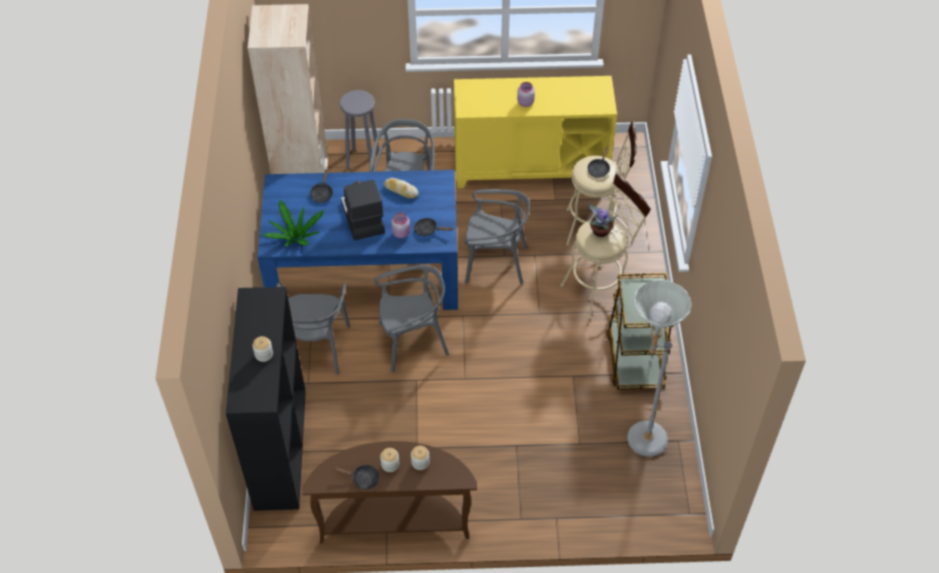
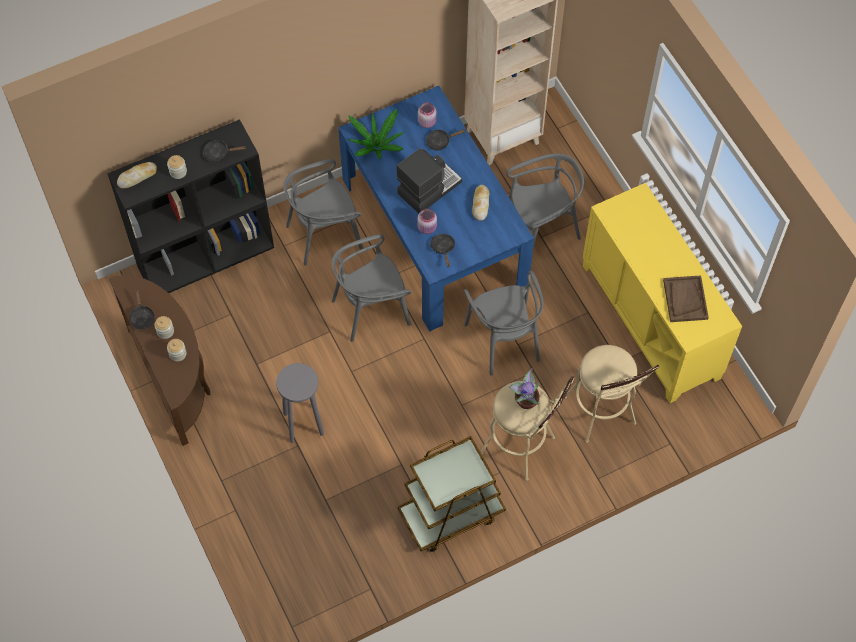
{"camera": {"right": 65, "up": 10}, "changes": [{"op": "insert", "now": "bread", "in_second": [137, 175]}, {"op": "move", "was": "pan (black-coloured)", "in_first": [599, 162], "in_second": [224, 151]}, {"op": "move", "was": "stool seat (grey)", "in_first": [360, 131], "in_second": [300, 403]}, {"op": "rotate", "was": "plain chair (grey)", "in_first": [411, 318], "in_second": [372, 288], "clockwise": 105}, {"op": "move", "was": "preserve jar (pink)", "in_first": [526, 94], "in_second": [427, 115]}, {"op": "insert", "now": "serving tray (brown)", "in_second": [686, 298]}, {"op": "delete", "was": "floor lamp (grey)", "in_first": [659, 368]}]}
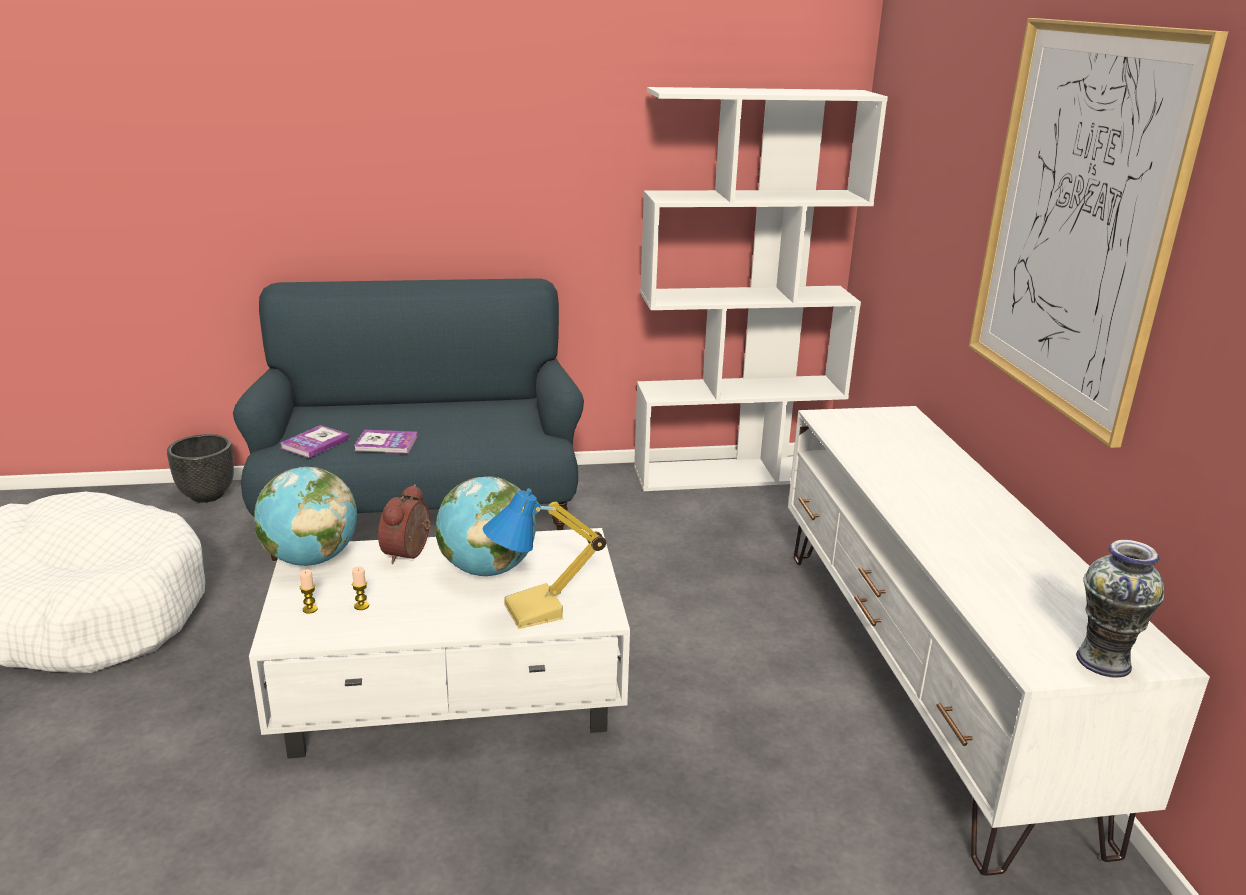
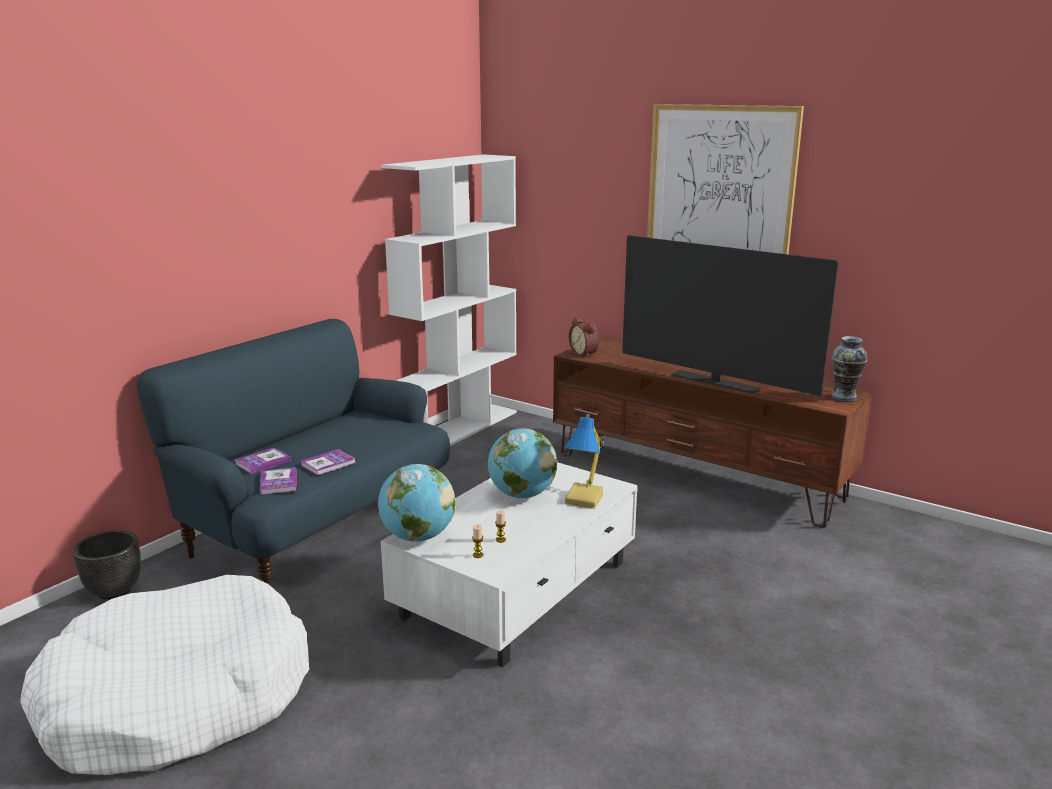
{"camera": {"right": -45, "up": -5}, "changes": [{"op": "insert", "now": "bound book", "in_second": [263, 461]}, {"op": "recolor", "was": "tv unit (white)", "now": "tv unit (brown)", "in_first": [999, 641], "in_second": [713, 433]}, {"op": "move", "was": "table clock", "in_first": [404, 524], "in_second": [584, 337]}, {"op": "insert", "now": "television", "in_second": [730, 315]}]}
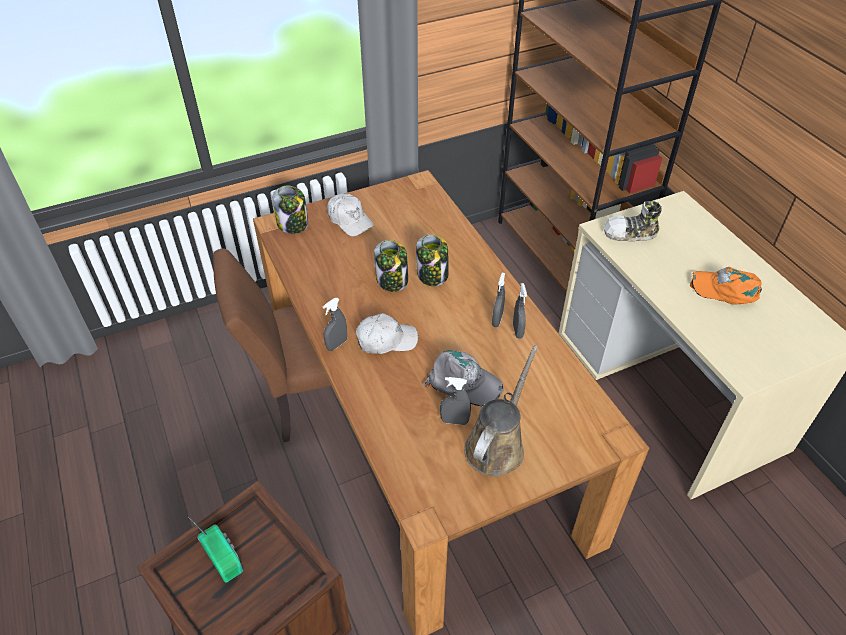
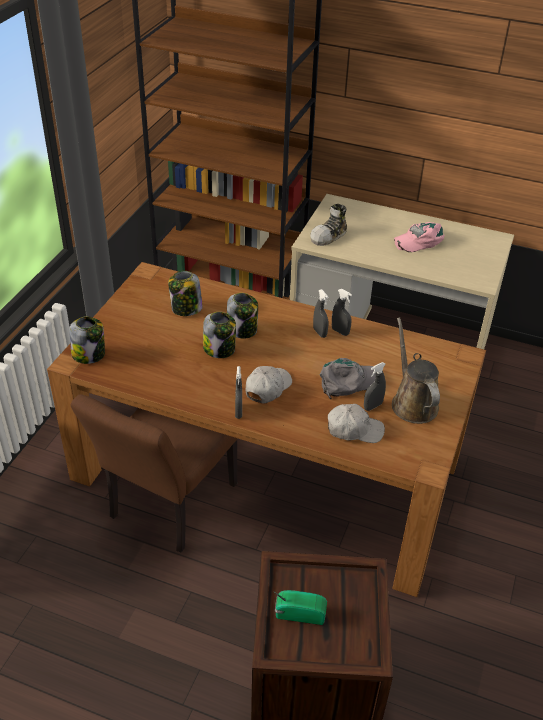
{"camera": {"right": -45, "up": -5}, "changes": [{"op": "insert", "now": "preserve jar", "in_second": [185, 293]}, {"op": "move", "was": "peaked cap (white)", "in_first": [350, 215], "in_second": [356, 423]}, {"op": "recolor", "was": "peaked cap (orangey)", "now": "peaked cap (pink)", "in_first": [726, 285], "in_second": [419, 237]}]}
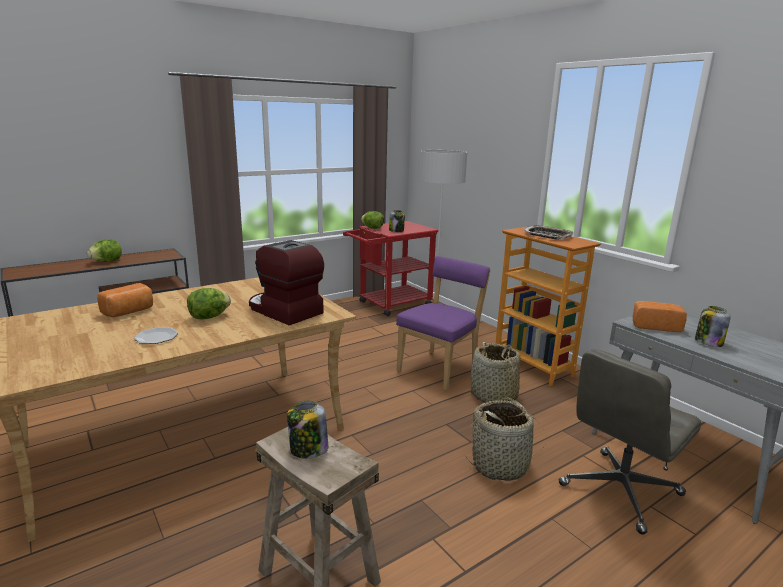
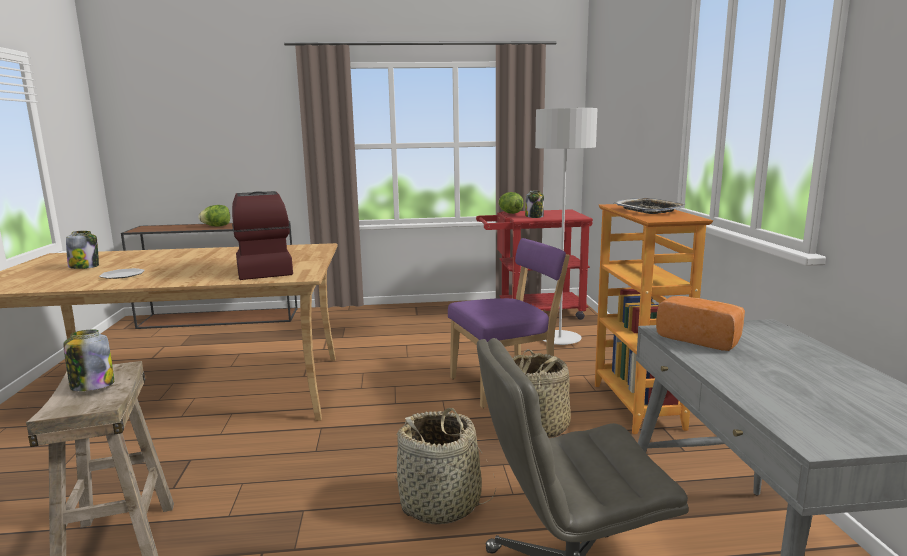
{"camera": {"right": 30, "up": -5}, "changes": [{"op": "move", "was": "preserve jar", "in_first": [713, 326], "in_second": [82, 250]}, {"op": "delete", "was": "bread", "in_first": [125, 300]}, {"op": "delete", "was": "lettuce", "in_first": [209, 304]}]}
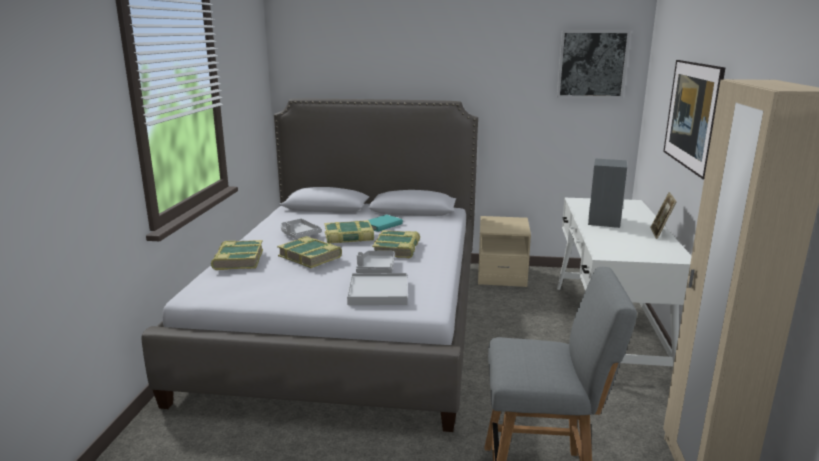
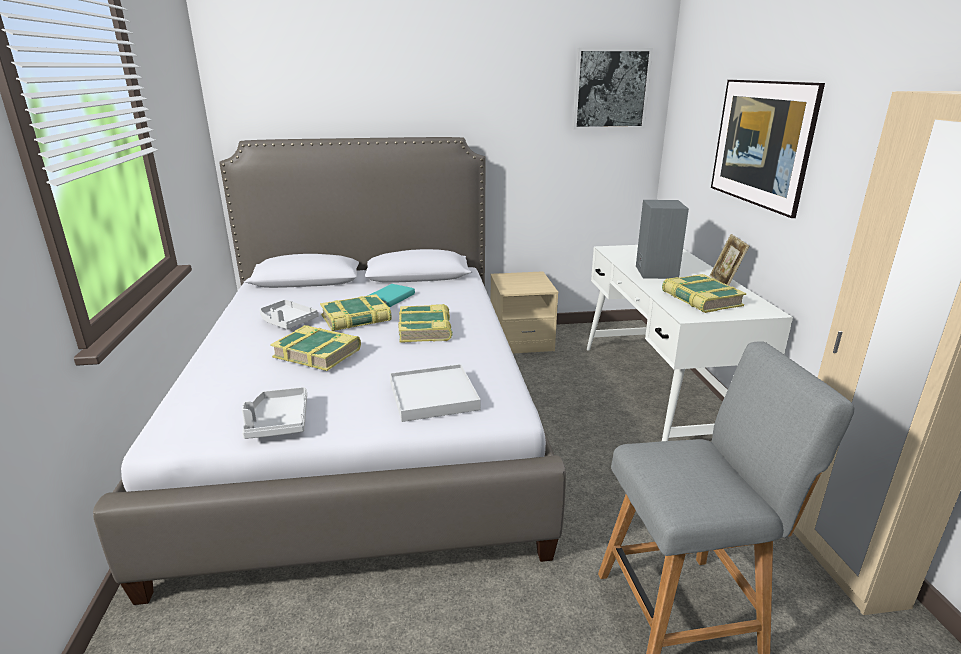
{"camera": {"right": -15, "up": 5}, "changes": [{"op": "move", "was": "serving tray (grey)", "in_first": [375, 262], "in_second": [274, 413]}, {"op": "move", "was": "bound book", "in_first": [237, 255], "in_second": [704, 293]}]}
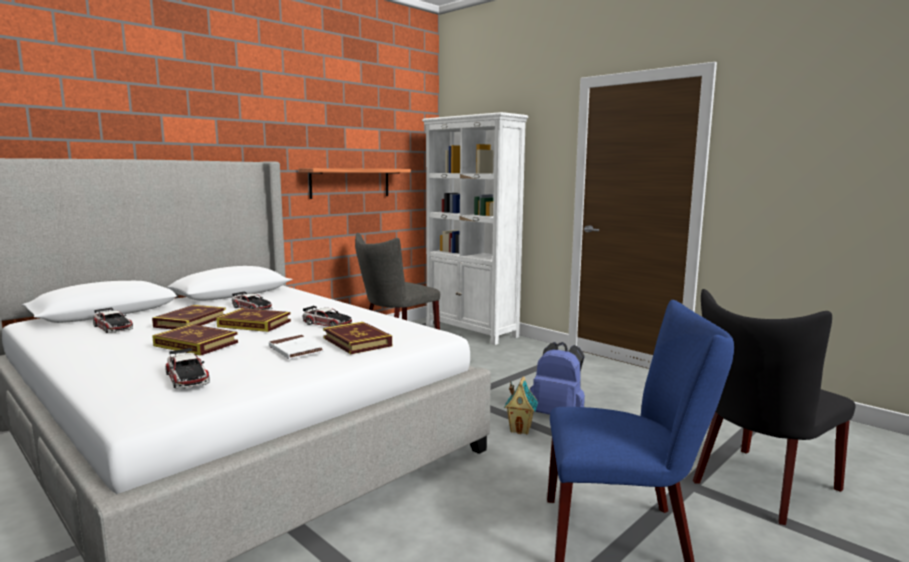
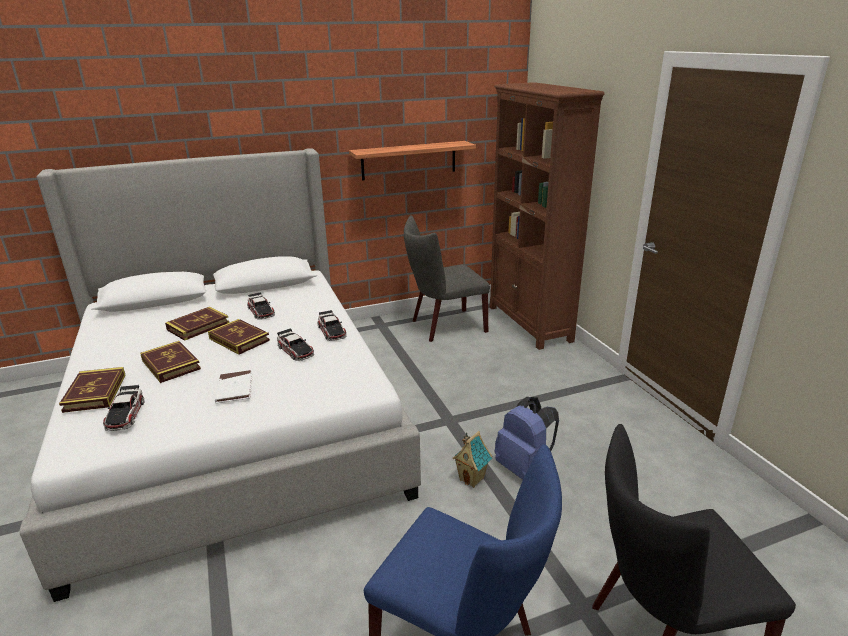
{"camera": {"right": 25, "up": 15}, "changes": [{"op": "move", "was": "bound book", "in_first": [357, 338], "in_second": [92, 390]}, {"op": "move", "was": "toy car", "in_first": [113, 320], "in_second": [332, 325]}, {"op": "recolor", "was": "bookcase (white)", "now": "bookcase (brown)", "in_first": [475, 228], "in_second": [547, 216]}]}
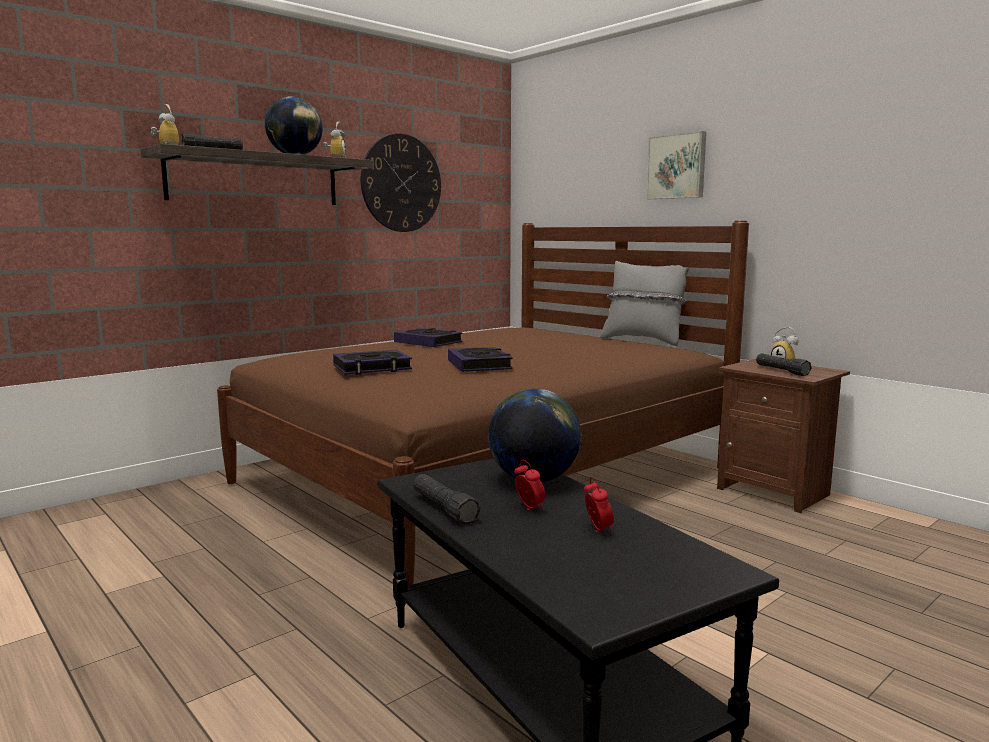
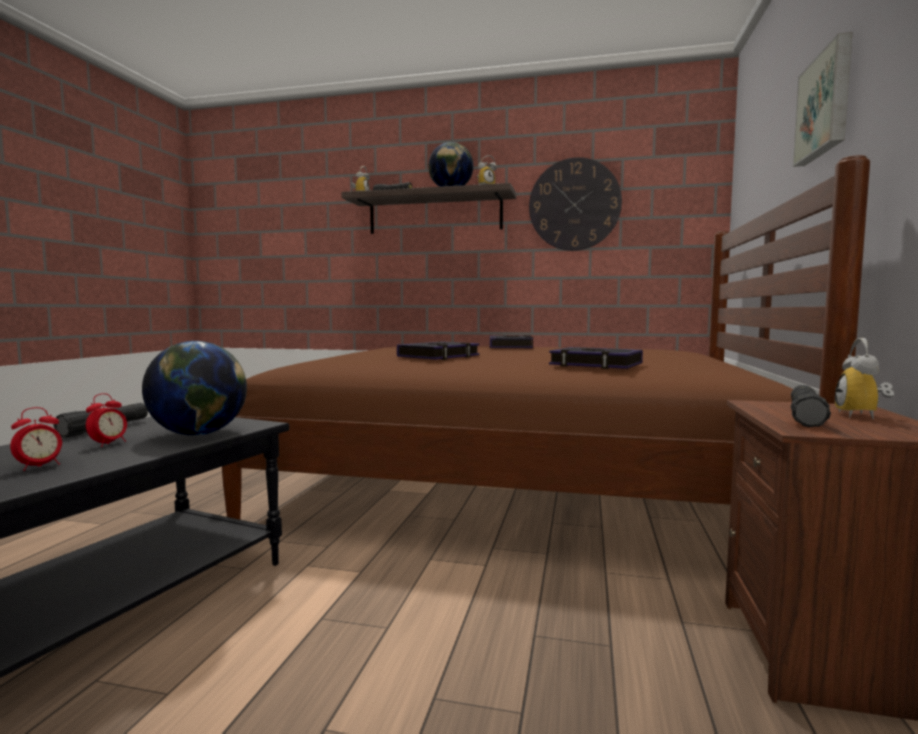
{"camera": {"right": 55, "up": -5}, "changes": [{"op": "move", "was": "bound book", "in_first": [372, 362], "in_second": [596, 358]}, {"op": "delete", "was": "cushion (grey)", "in_first": [645, 303]}]}
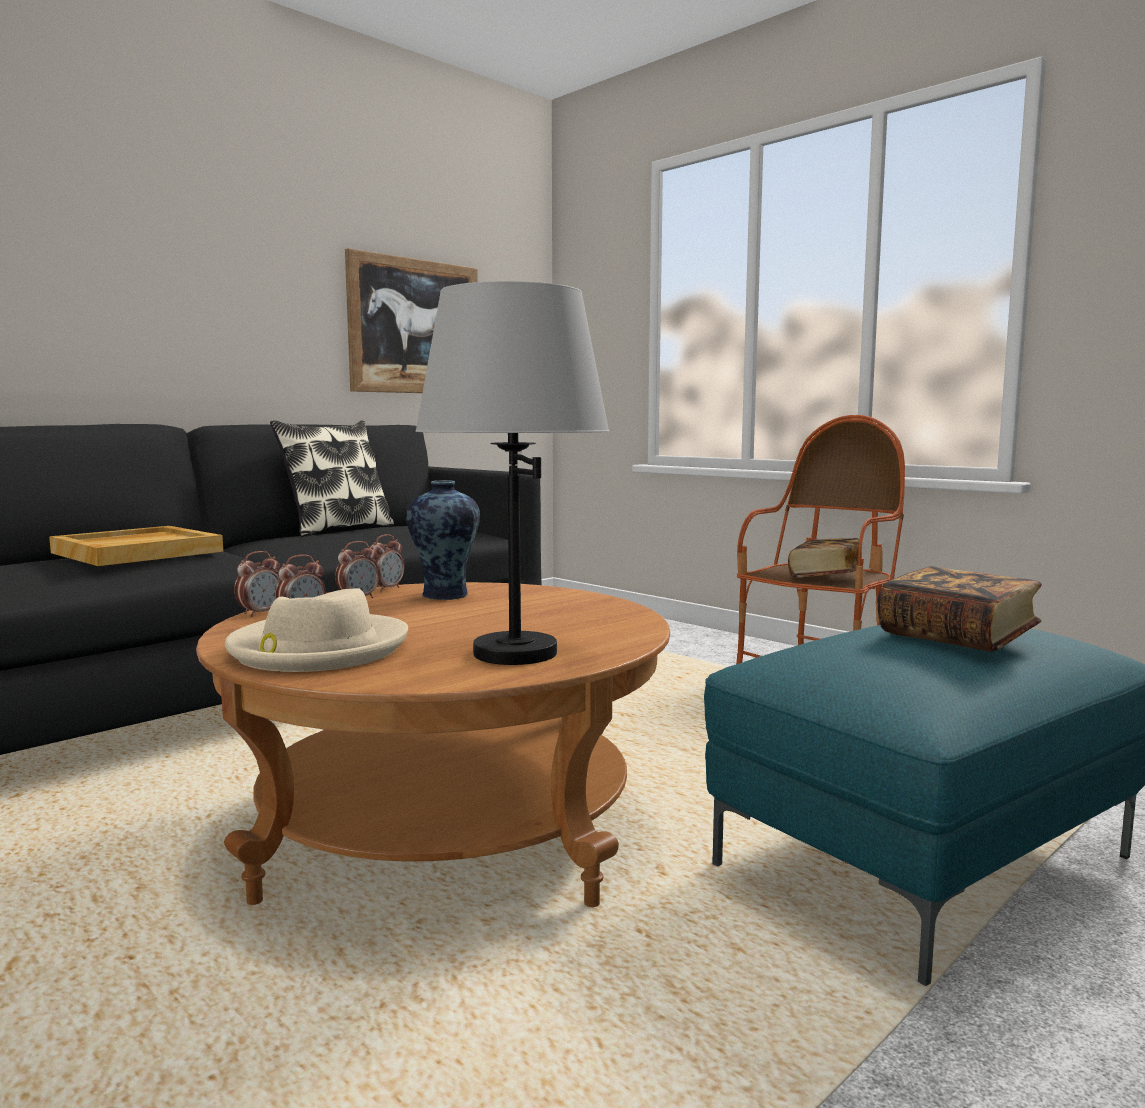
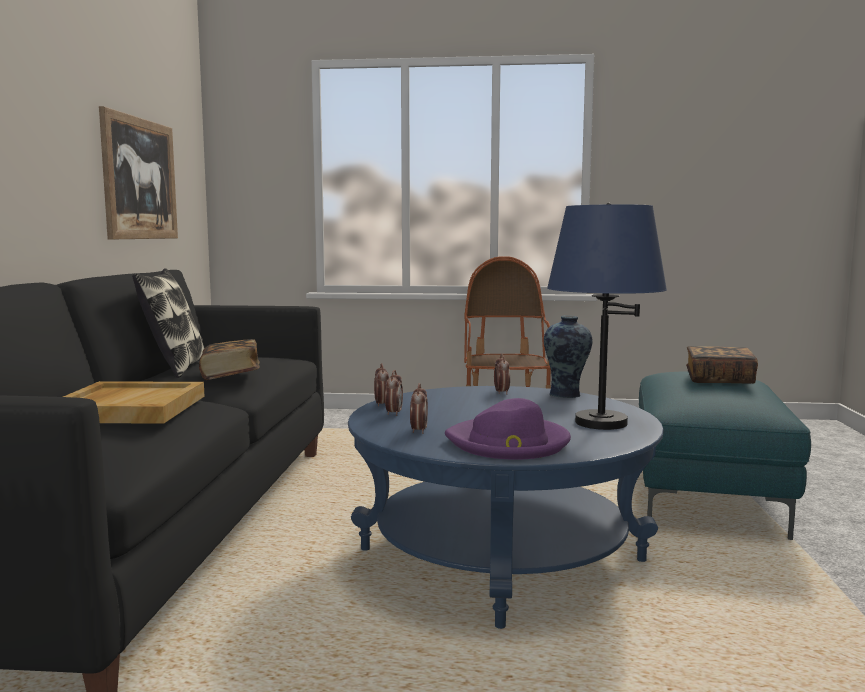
{"camera": {"right": -40, "up": 0}, "changes": [{"op": "move", "was": "bound book", "in_first": [823, 558], "in_second": [229, 359]}, {"op": "recolor", "was": "low table (brown)", "now": "low table (blue-coloured)", "in_first": [433, 744], "in_second": [506, 507]}, {"op": "recolor", "was": "clothing hat (beige-coloured)", "now": "clothing hat (purple-coloured)", "in_first": [316, 630], "in_second": [508, 429]}, {"op": "move", "was": "table clock", "in_first": [257, 584], "in_second": [502, 374]}, {"op": "move", "was": "flower vase", "in_first": [443, 540], "in_second": [568, 356]}, {"op": "recolor", "was": "tabletop lamp (grey)", "now": "tabletop lamp (blue-coloured)", "in_first": [512, 473], "in_second": [607, 316]}]}
